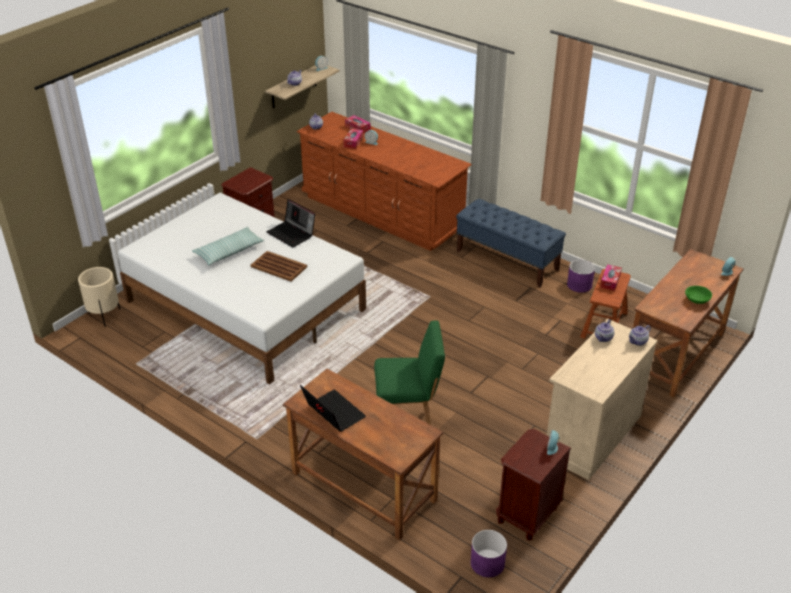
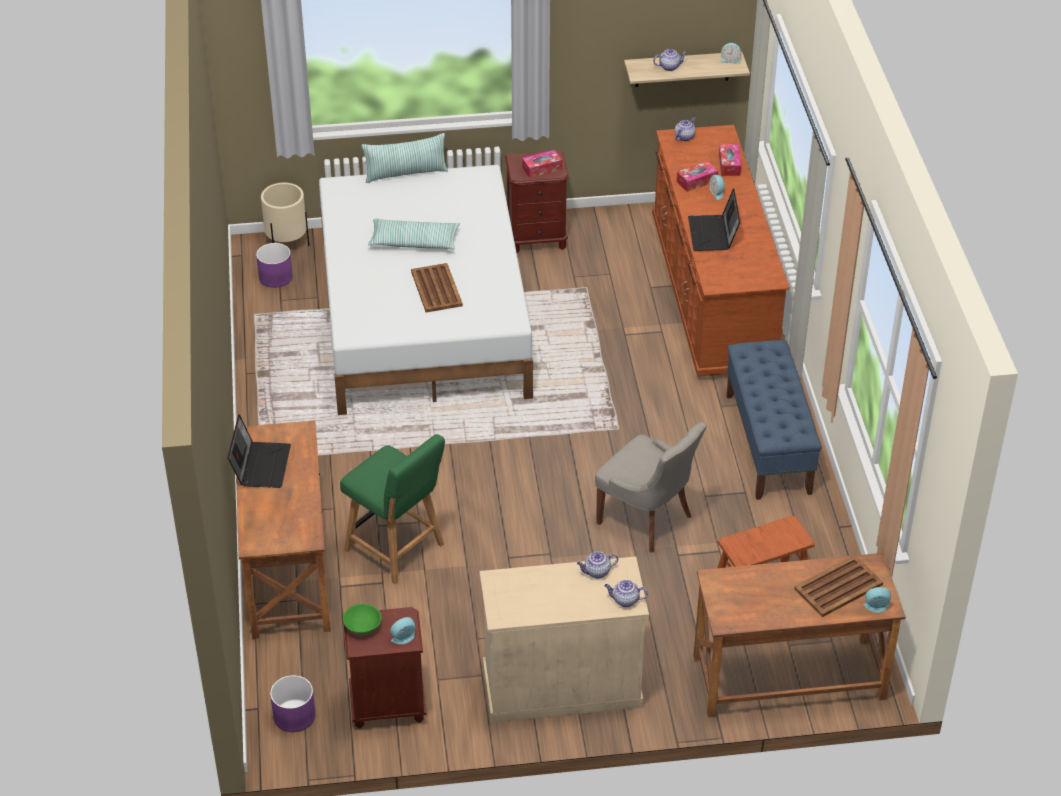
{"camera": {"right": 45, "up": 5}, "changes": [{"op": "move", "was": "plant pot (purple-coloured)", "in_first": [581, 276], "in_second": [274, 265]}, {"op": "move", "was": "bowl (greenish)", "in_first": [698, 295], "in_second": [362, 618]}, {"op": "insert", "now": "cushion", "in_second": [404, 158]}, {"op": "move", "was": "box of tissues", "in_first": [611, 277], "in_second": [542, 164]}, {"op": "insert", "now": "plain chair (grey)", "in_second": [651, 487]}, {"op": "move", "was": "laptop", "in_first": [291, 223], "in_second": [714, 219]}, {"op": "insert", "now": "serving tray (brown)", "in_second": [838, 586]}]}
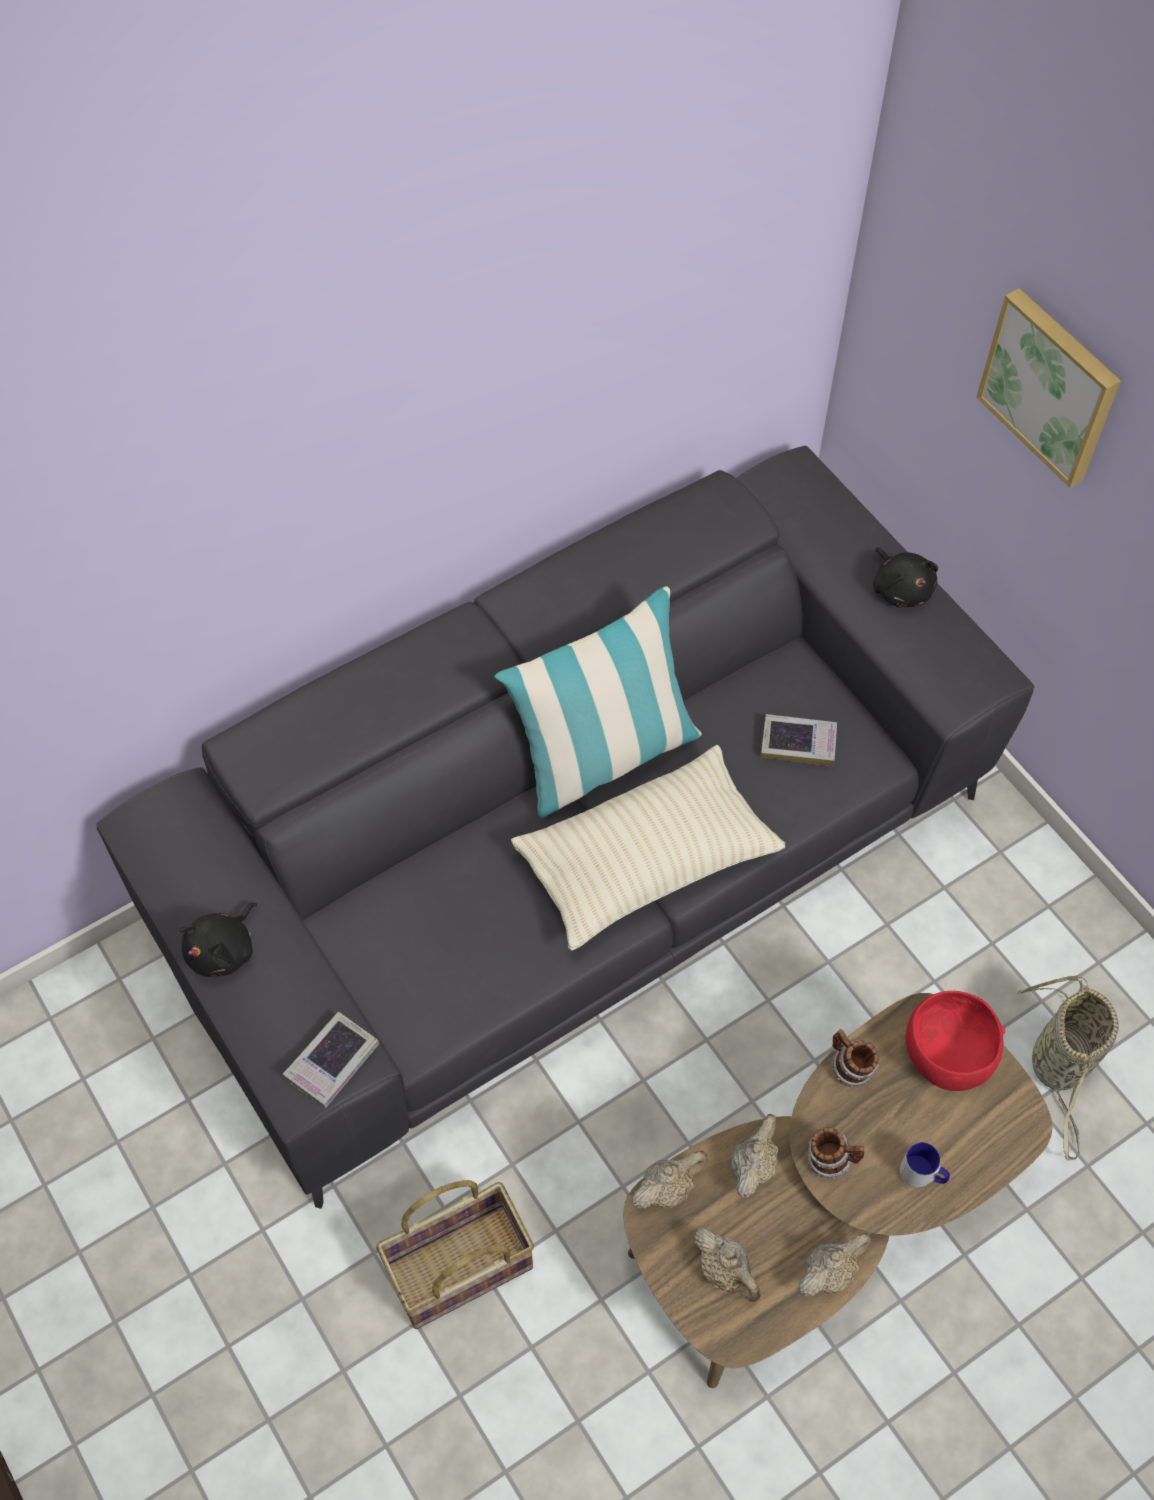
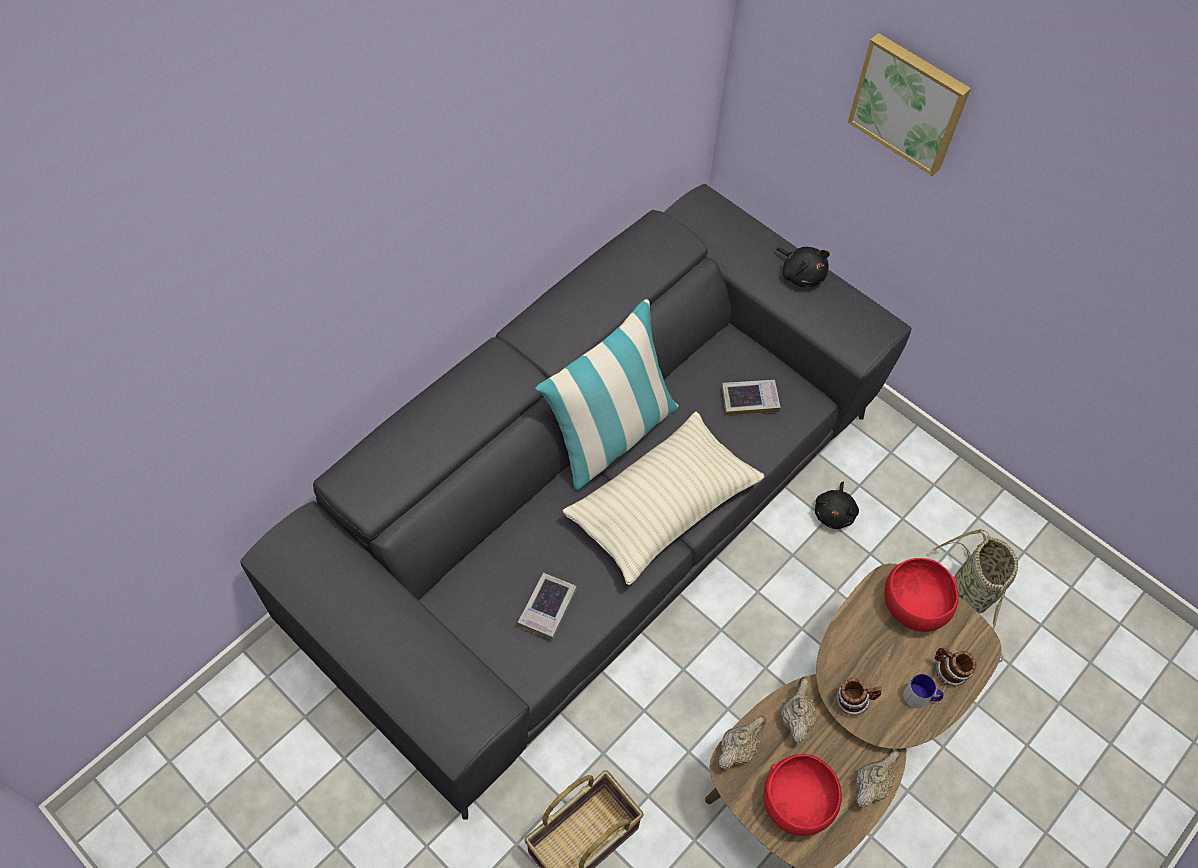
{"camera": {"right": -15, "up": 0}, "changes": [{"op": "move", "was": "bound book", "in_first": [331, 1060], "in_second": [547, 606]}, {"op": "replace", "was": "pot for tea (beige-coloured)", "now": "bowl (reddish)", "in_first": [727, 1265], "in_second": [803, 795]}, {"op": "move", "was": "soft toy (black-coloured)", "in_first": [218, 940], "in_second": [837, 505]}, {"op": "move", "was": "tea mug", "in_first": [855, 1058], "in_second": [955, 666]}]}
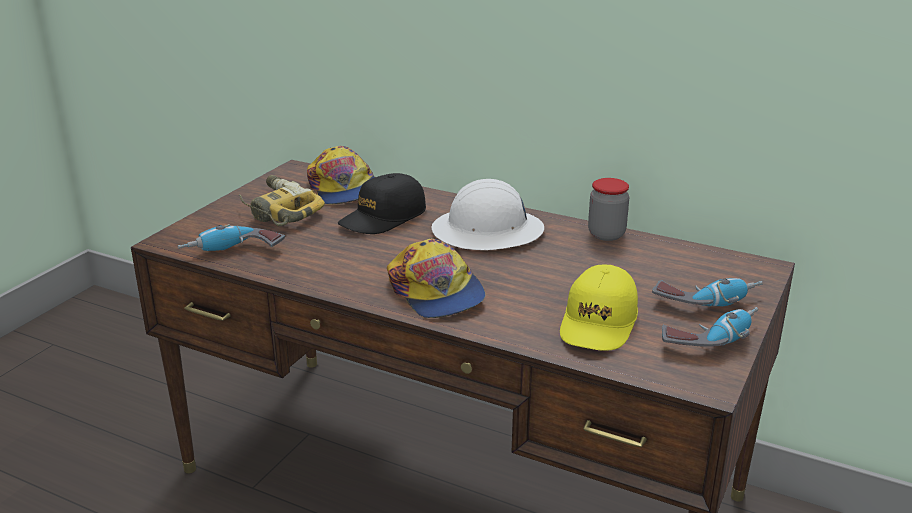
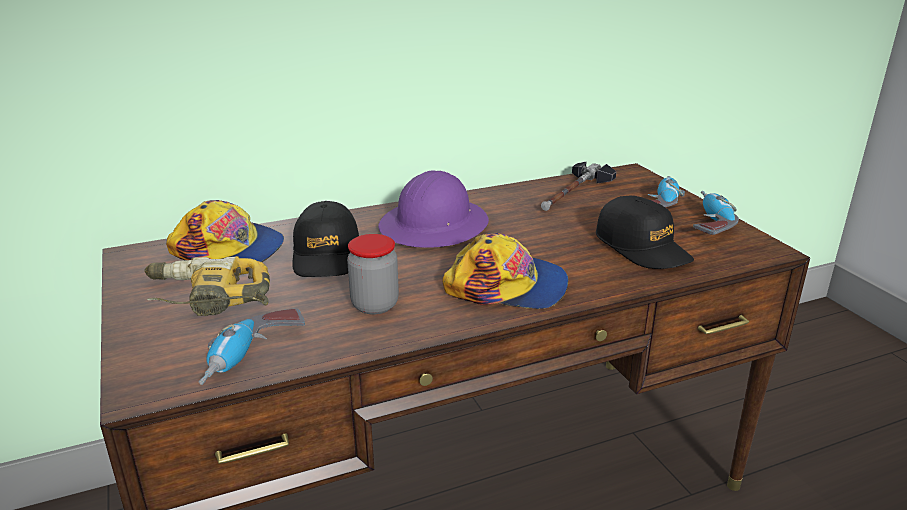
{"camera": {"right": -50, "up": 0}, "changes": [{"op": "move", "was": "preserve jar", "in_first": [608, 209], "in_second": [373, 274]}, {"op": "recolor", "was": "work helmet (white)", "now": "work helmet (purple-coloured)", "in_first": [487, 214], "in_second": [433, 209]}, {"op": "insert", "now": "hand hammer", "in_second": [579, 186]}, {"op": "recolor", "was": "peaked cap (yellowish)", "now": "peaked cap (black-coloured)", "in_first": [599, 308], "in_second": [645, 232]}]}
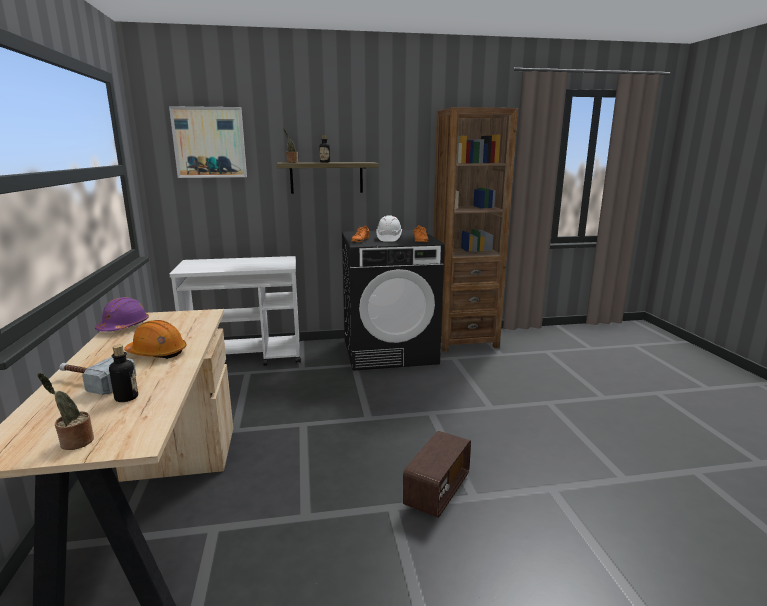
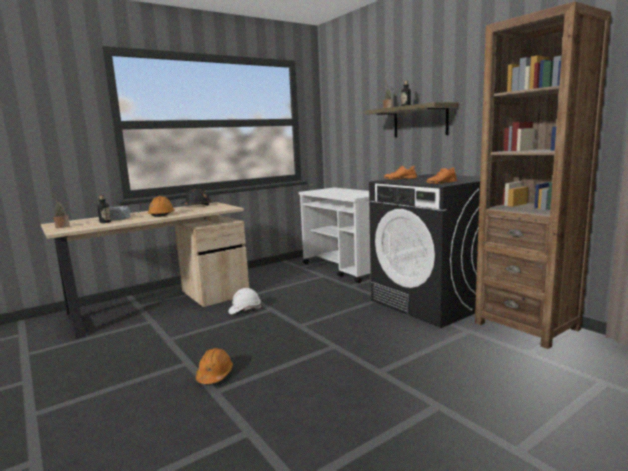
{"camera": {"right": 65, "up": -5}, "changes": [{"op": "recolor", "was": "work helmet (purple-coloured)", "now": "work helmet (black-coloured)", "in_first": [122, 314], "in_second": [196, 197]}, {"op": "replace", "was": "radio receiver", "now": "work helmet (orangey)", "in_first": [437, 474], "in_second": [214, 366]}, {"op": "move", "was": "work helmet (white)", "in_first": [389, 228], "in_second": [245, 301]}, {"op": "delete", "was": "picture", "in_first": [208, 142]}]}
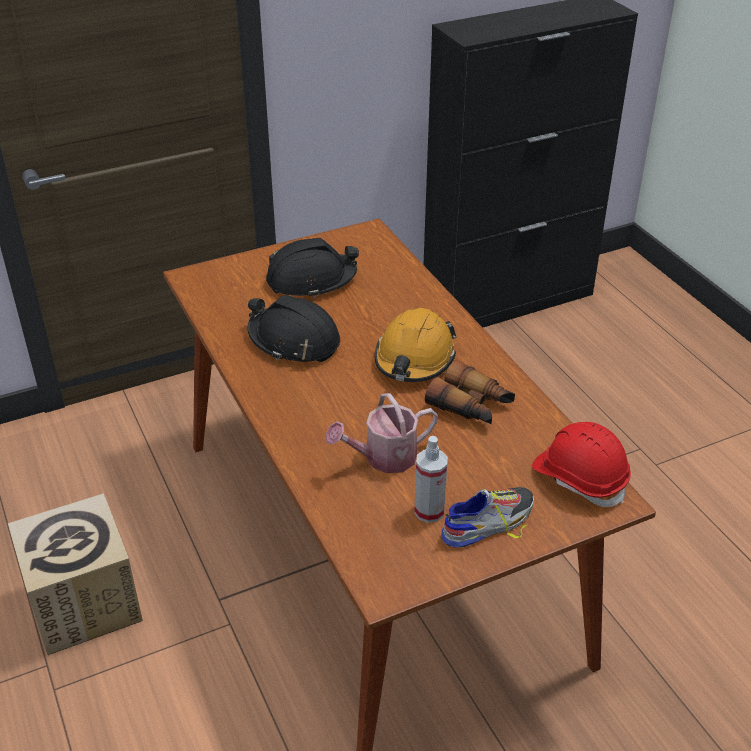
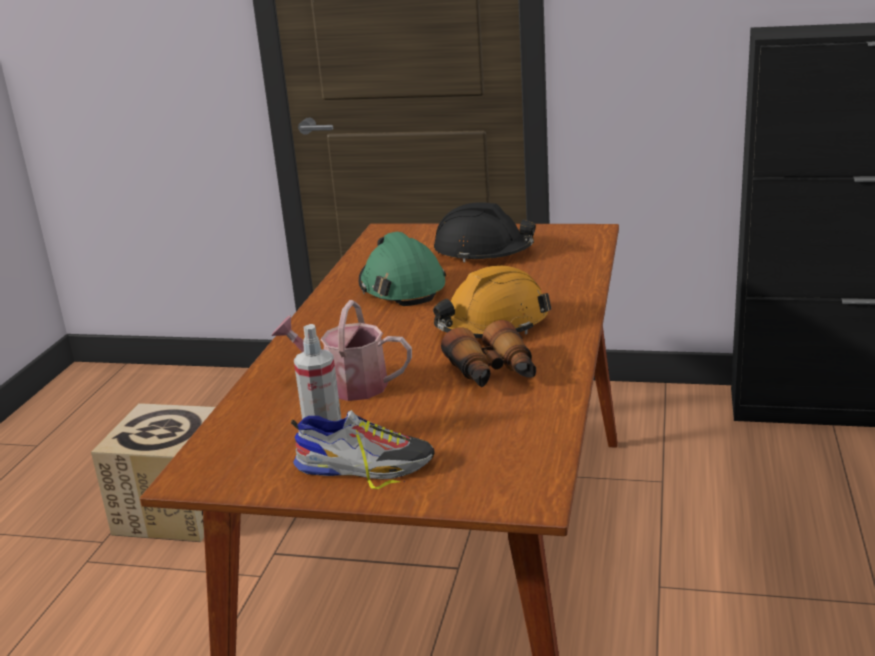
{"camera": {"right": 40, "up": -15}, "changes": [{"op": "recolor", "was": "work helmet (black-coloured)", "now": "work helmet (greenish)", "in_first": [294, 328], "in_second": [402, 269]}, {"op": "delete", "was": "work helmet (reddish)", "in_first": [581, 464]}]}
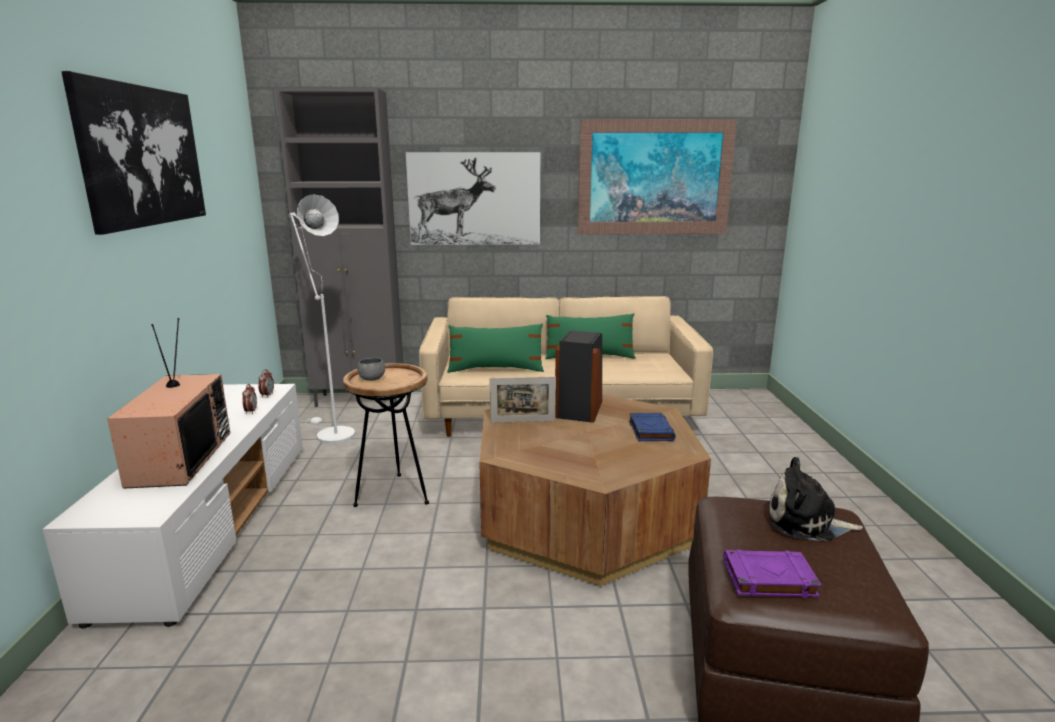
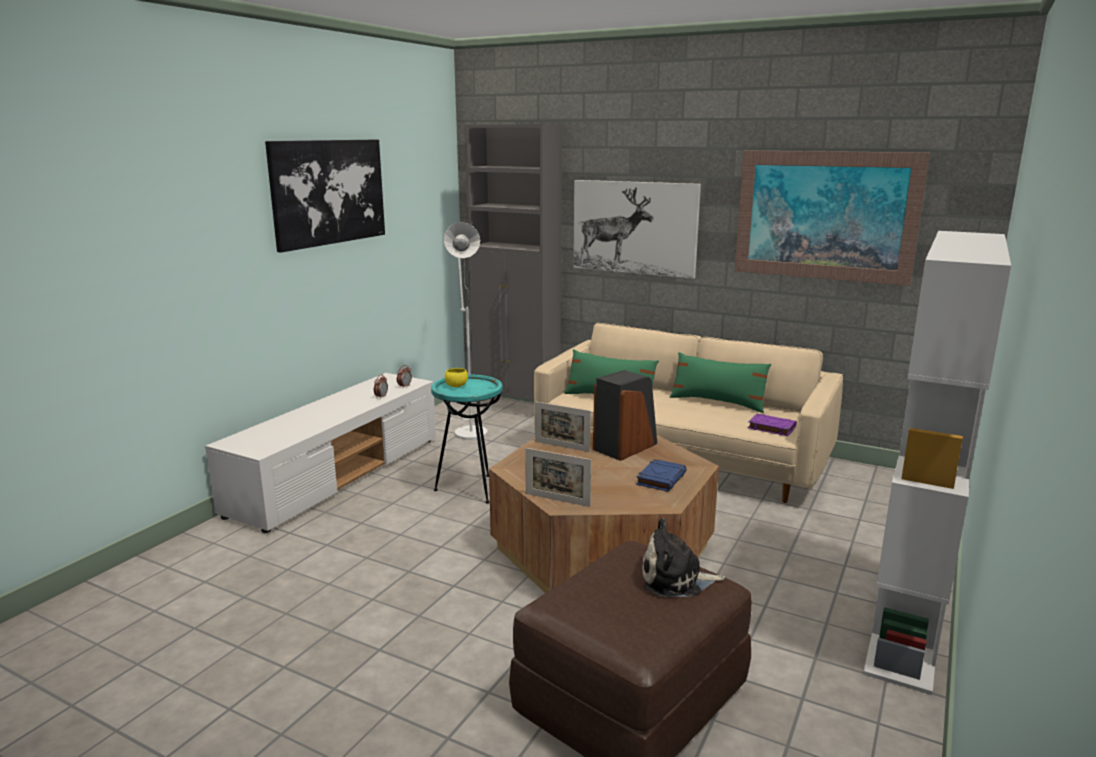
{"camera": {"right": 30, "up": 0}, "changes": [{"op": "recolor", "was": "end table (brown)", "now": "end table (blue-green)", "in_first": [386, 435], "in_second": [467, 439]}, {"op": "recolor", "was": "bowl (grey)", "now": "bowl (yellowish)", "in_first": [371, 369], "in_second": [456, 377]}, {"op": "insert", "now": "picture frame", "in_second": [558, 477]}, {"op": "rotate", "was": "soft toy", "in_first": [816, 499], "in_second": [684, 557], "clockwise": -45}, {"op": "move", "was": "bound book (purple-coloured)", "in_first": [773, 574], "in_second": [772, 425]}, {"op": "insert", "now": "bookcase (white)", "in_second": [937, 463]}, {"op": "delete", "was": "television", "in_first": [168, 403]}]}
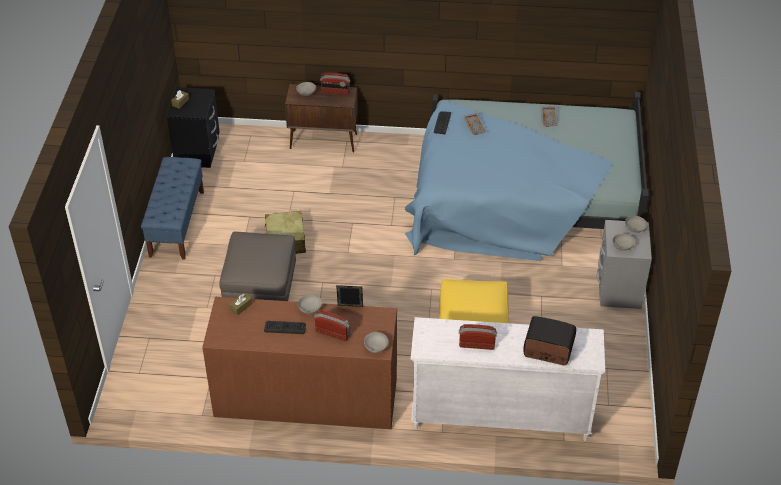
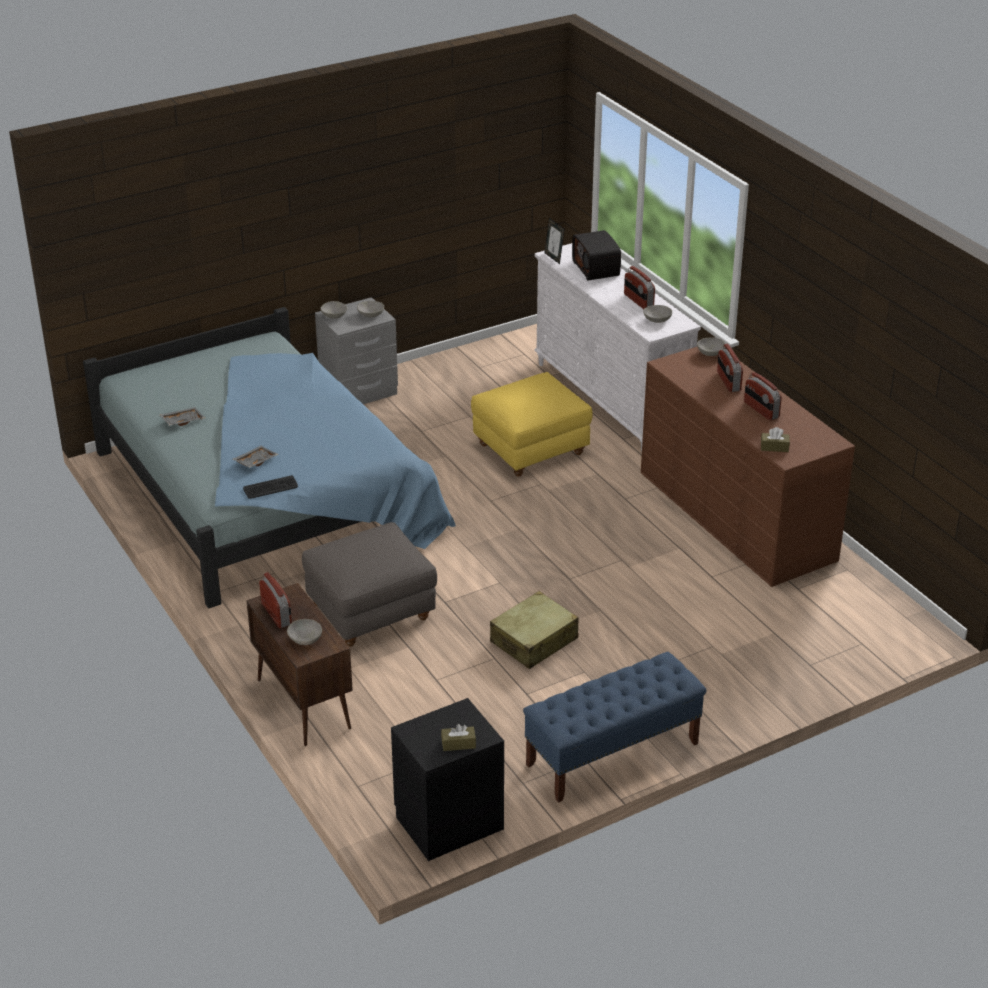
{"camera": {"right": -125, "up": -10}, "changes": [{"op": "move", "was": "footrest (grey)", "in_first": [257, 266], "in_second": [369, 584]}, {"op": "move", "was": "picture frame", "in_first": [349, 296], "in_second": [555, 241]}, {"op": "move", "was": "bowl (grey)", "in_first": [310, 304], "in_second": [657, 314]}, {"op": "replace", "was": "keyboard", "now": "radio receiver", "in_first": [285, 327], "in_second": [763, 396]}]}
